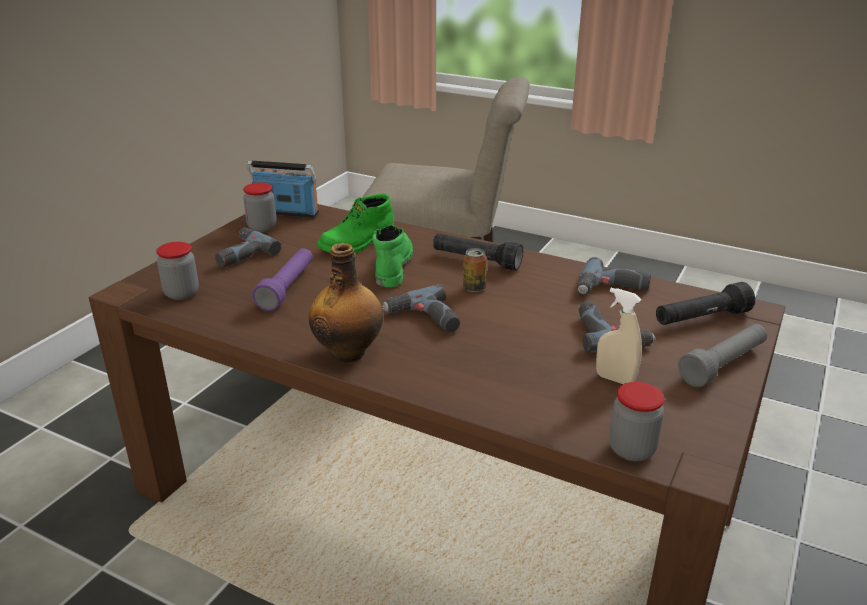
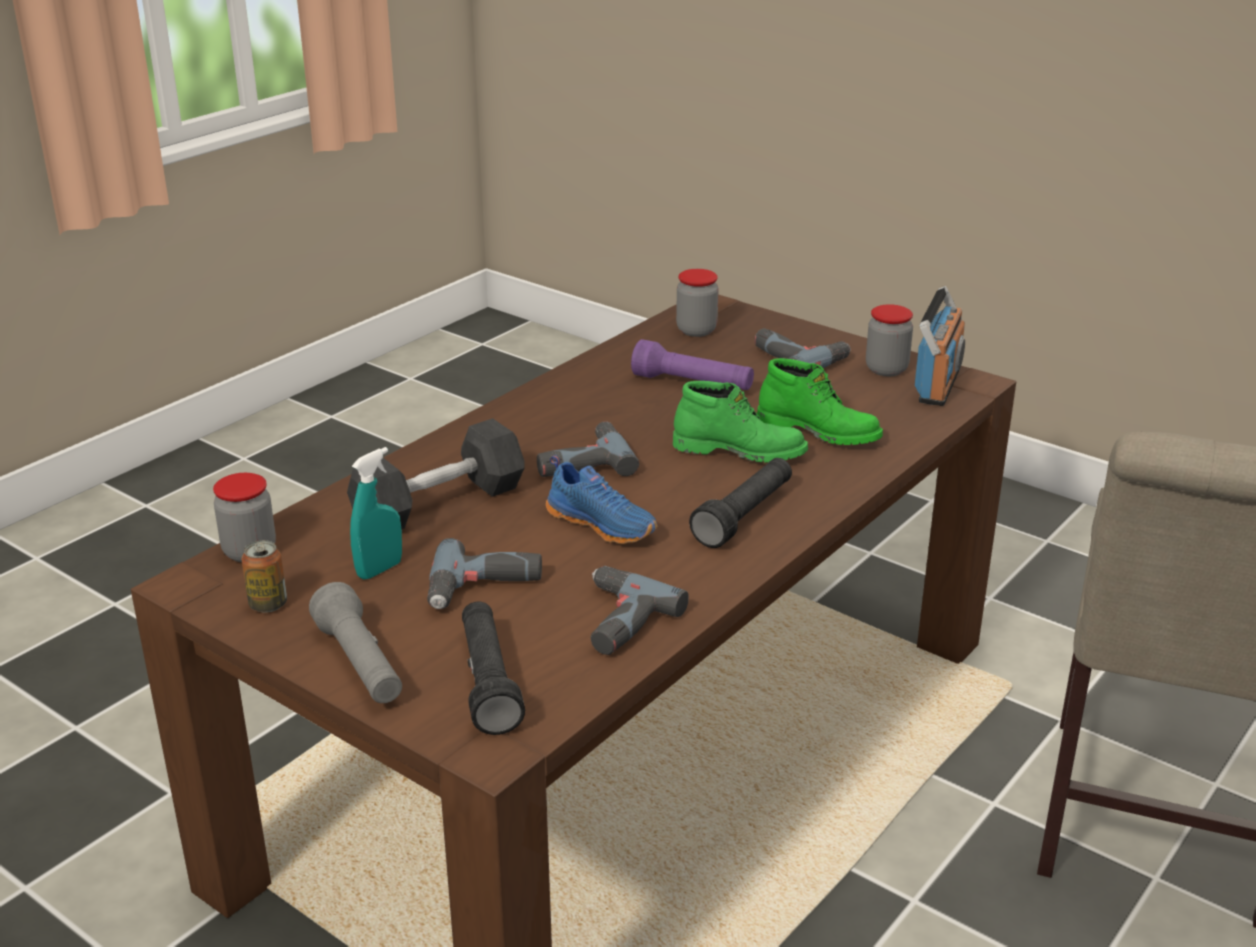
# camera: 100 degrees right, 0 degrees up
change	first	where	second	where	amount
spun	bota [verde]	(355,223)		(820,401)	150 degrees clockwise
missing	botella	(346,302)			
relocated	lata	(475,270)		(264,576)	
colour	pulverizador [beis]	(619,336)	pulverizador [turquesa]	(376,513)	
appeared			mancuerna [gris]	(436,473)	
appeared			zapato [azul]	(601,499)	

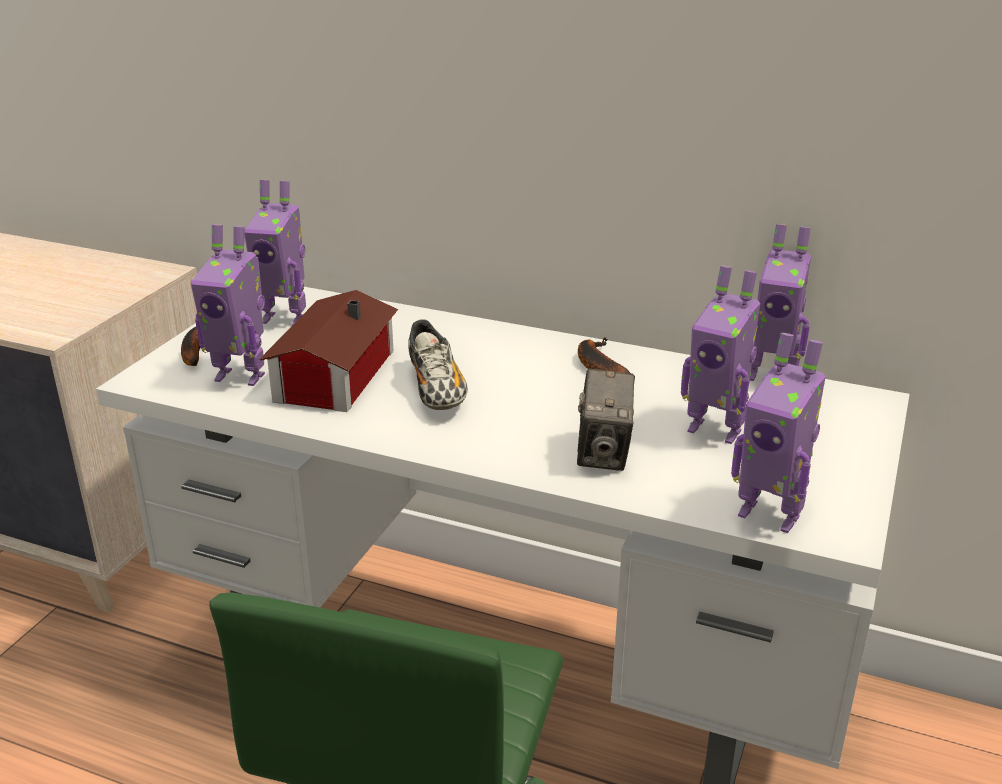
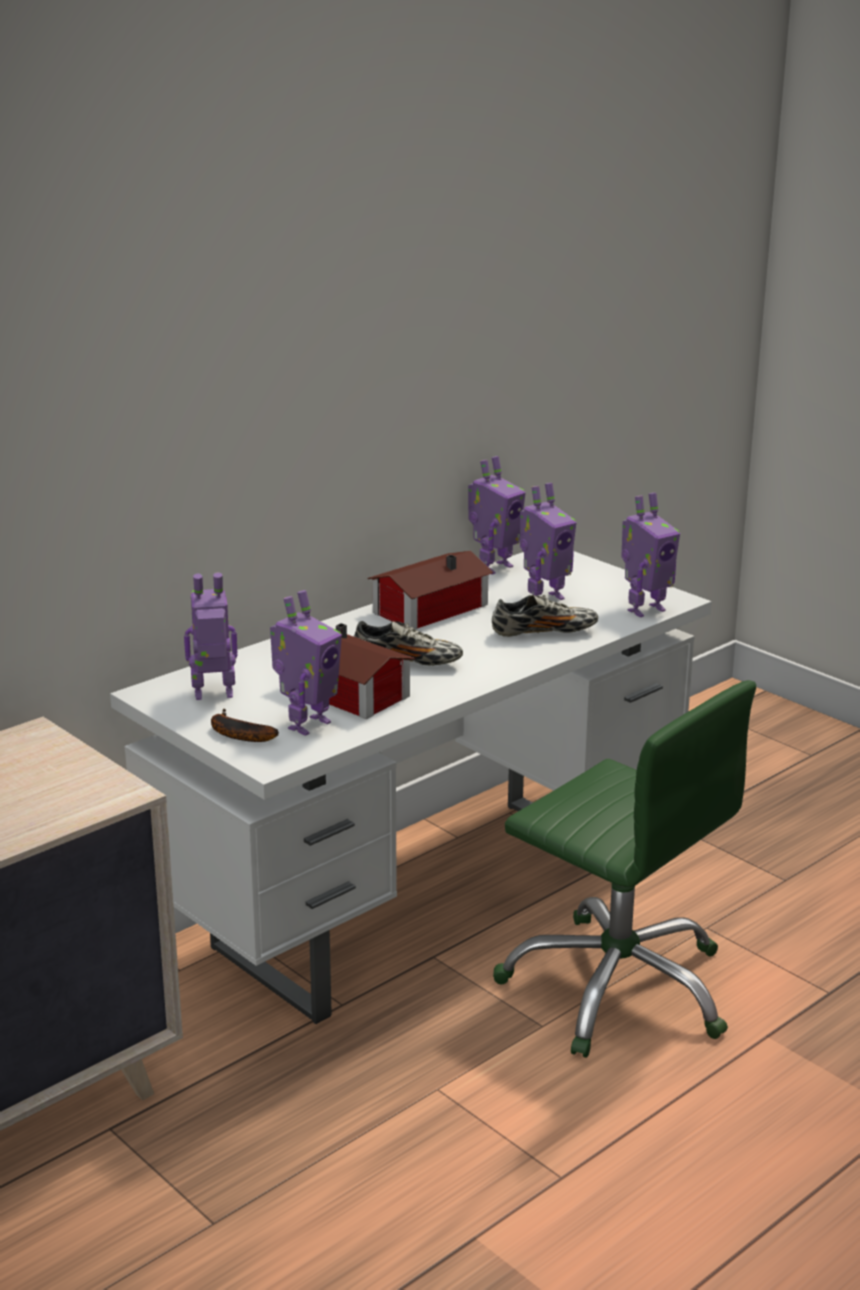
# camera: 65 degrees left, 5 degrees down
change	first	where	second	where	amount
spun	robot de juguete	(275,252)		(210,636)	135 degrees counterclockwise
exchanged	plátano	(604,355)	casita	(430,590)	
exchanged	cámara	(606,420)	zapato	(545,616)	

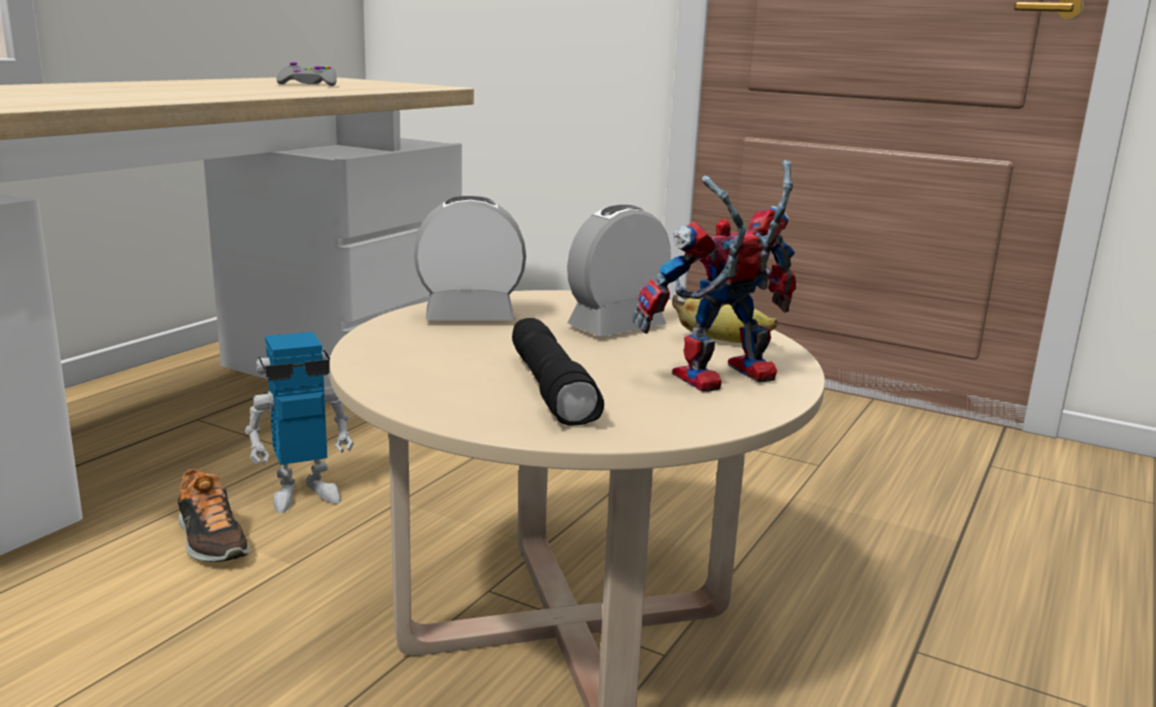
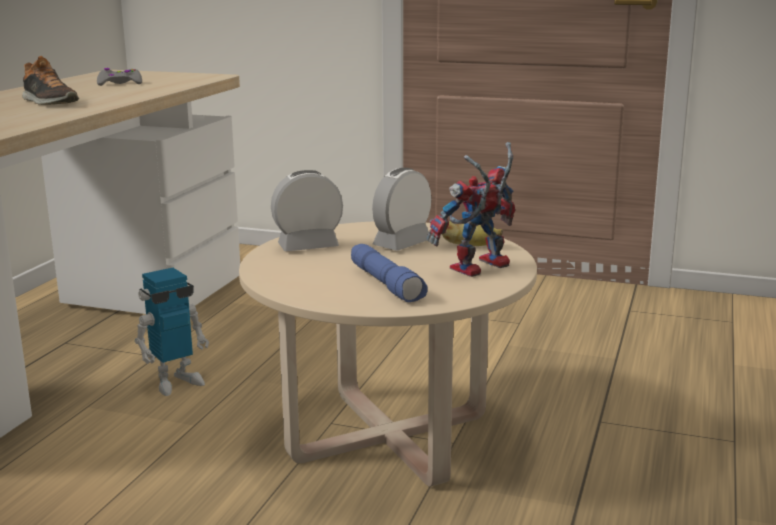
# camera: 10 degrees left, 0 degrees up
change	first	where	second	where	amount
colour	linterna [negro]	(558,372)	linterna [azul]	(389,273)	
relocated	zapato	(214,515)		(50,80)	

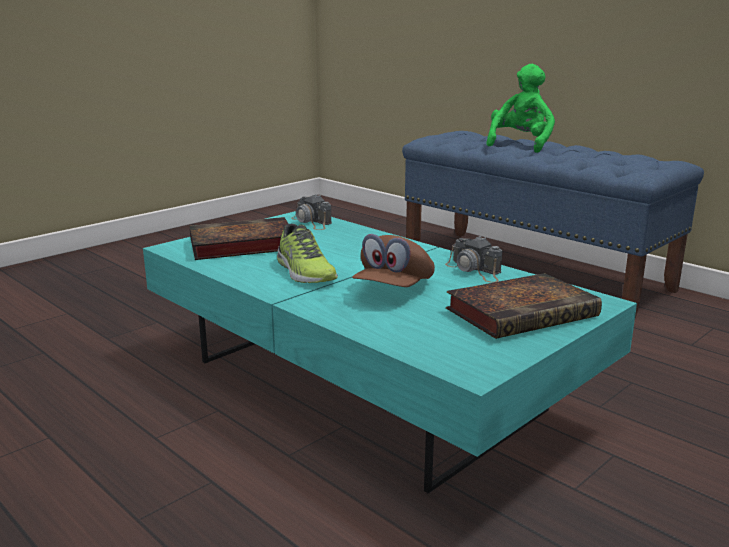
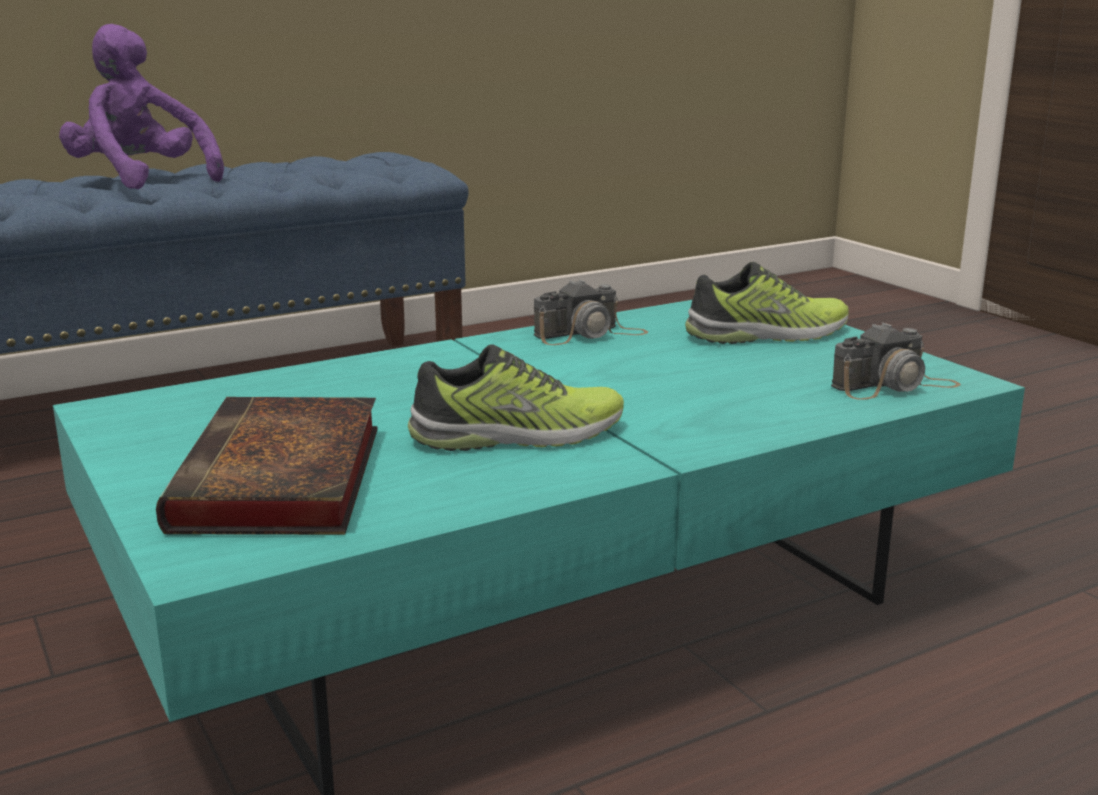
# camera: 75 degrees left, 0 degrees up
change	first	where	second	where	amount
colour	peluche [verde]	(520,108)	peluche [morado]	(141,106)	
relocated	cámara	(311,212)		(896,361)	
missing	gorra [marrón]	(393,260)			
exchanged	libro	(524,306)	zapato	(767,303)	

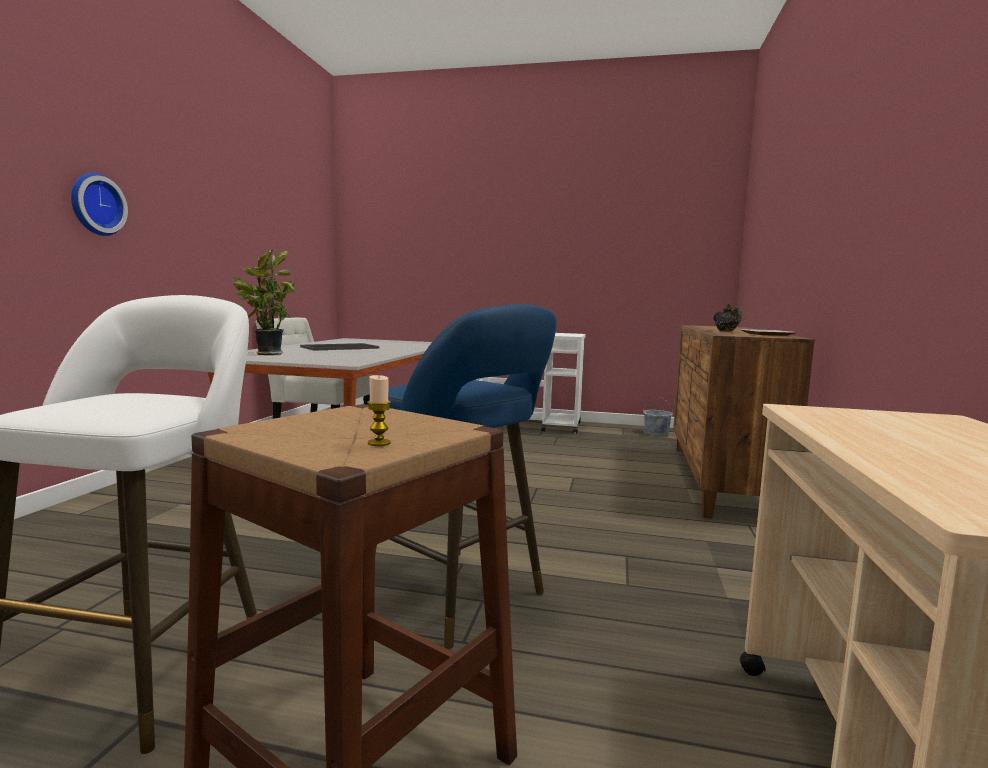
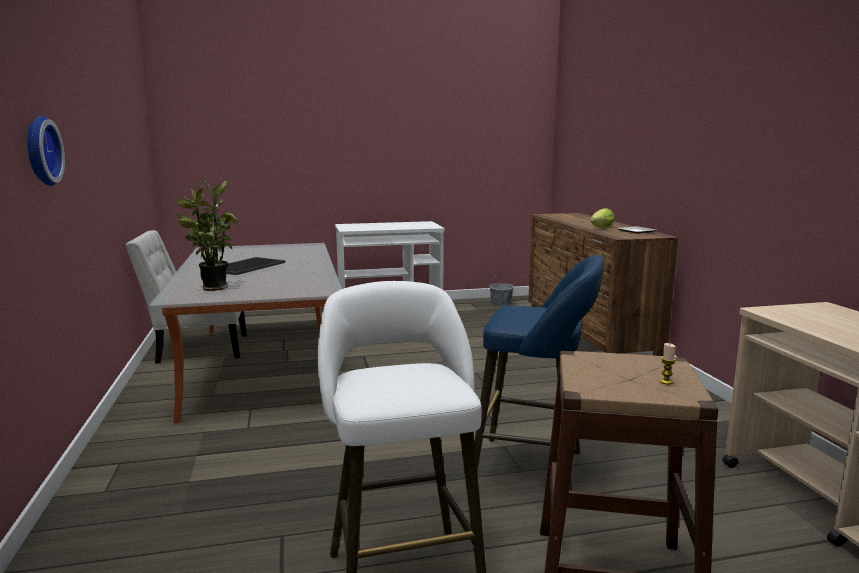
# camera: 25 degrees left, 5 degrees up
change	first	where	second	where	amount
exchanged	tetera [negro]	(727,317)	lechuga	(602,218)	

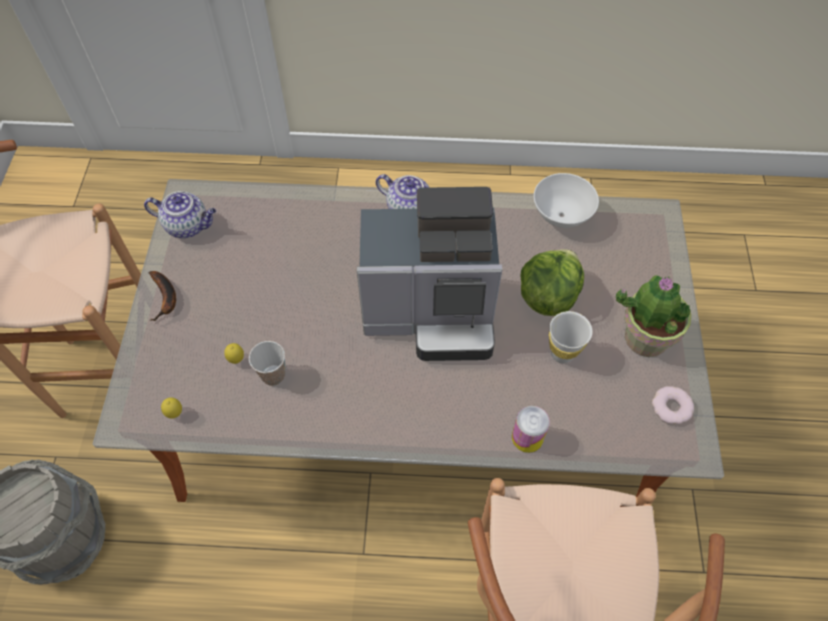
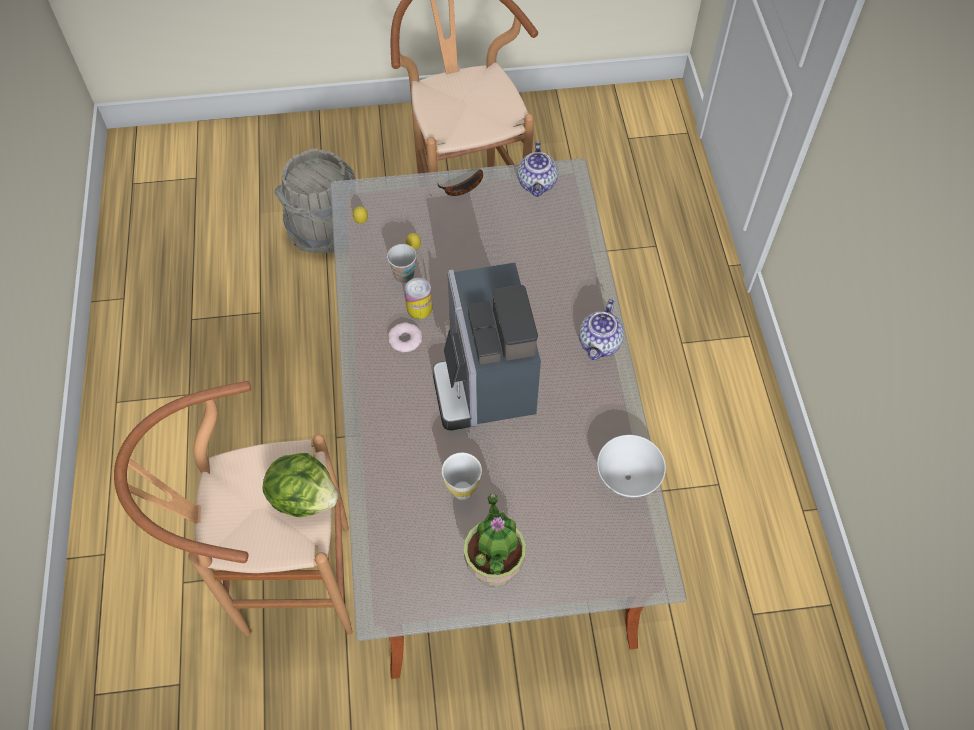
# camera: 80 degrees right, 0 degrees up
change	first	where	second	where	amount
relocated	lechuga	(552,282)		(300,485)	
relocated	rosquilla	(673,405)		(405,337)	
relocated	lata	(531,429)		(419,298)	

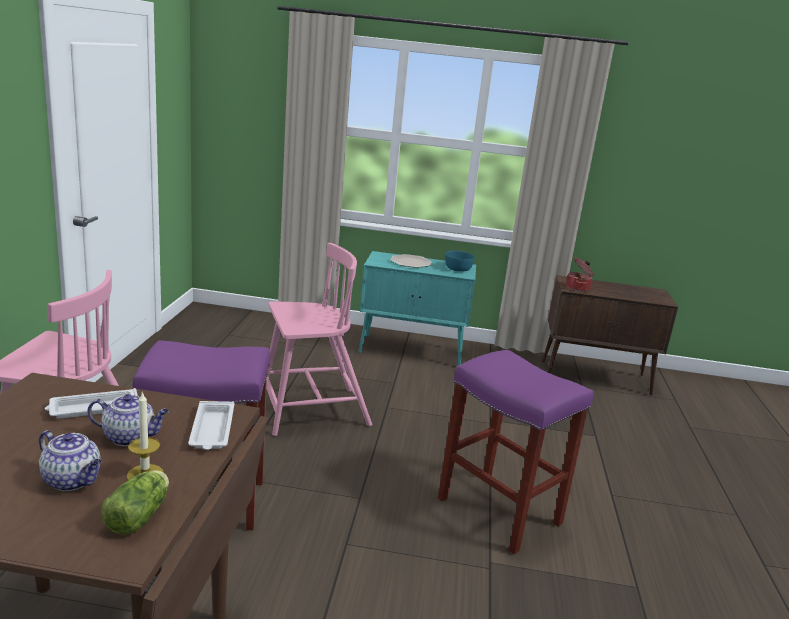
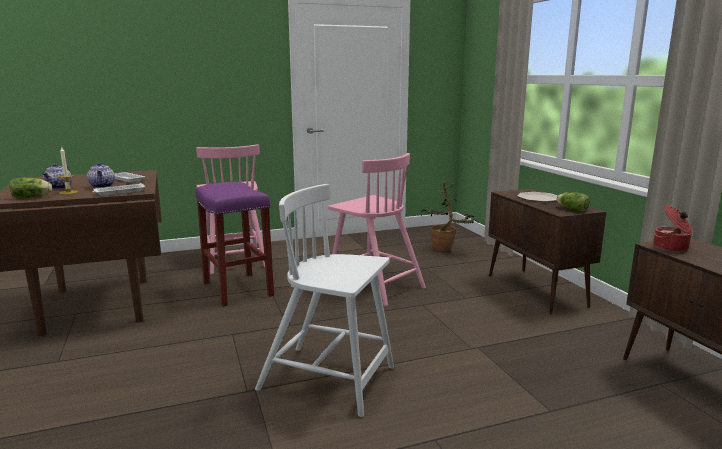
# camera: 65 degrees right, 5 degrees down
change	first	where	second	where	amount
colour	armario [turquesa]	(417,308)	armario [marrón]	(547,252)	
exchanged	cuenco [turquesa]	(460,261)	lechuga	(573,202)	
exchanged	taburete [morado]	(515,452)	silla [blanco]	(324,300)	
appeared			planta en maceta	(449,217)	

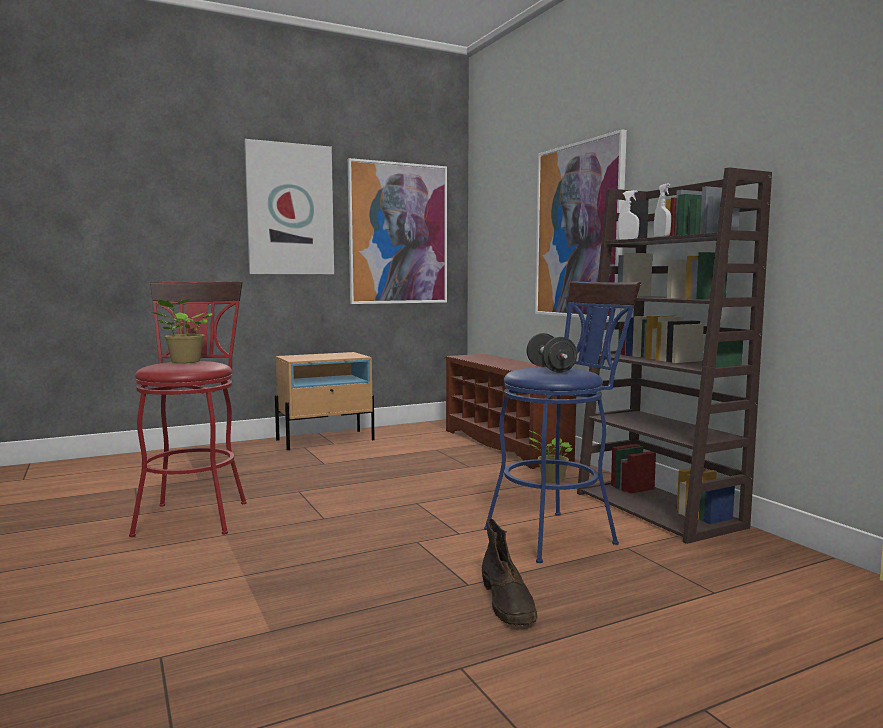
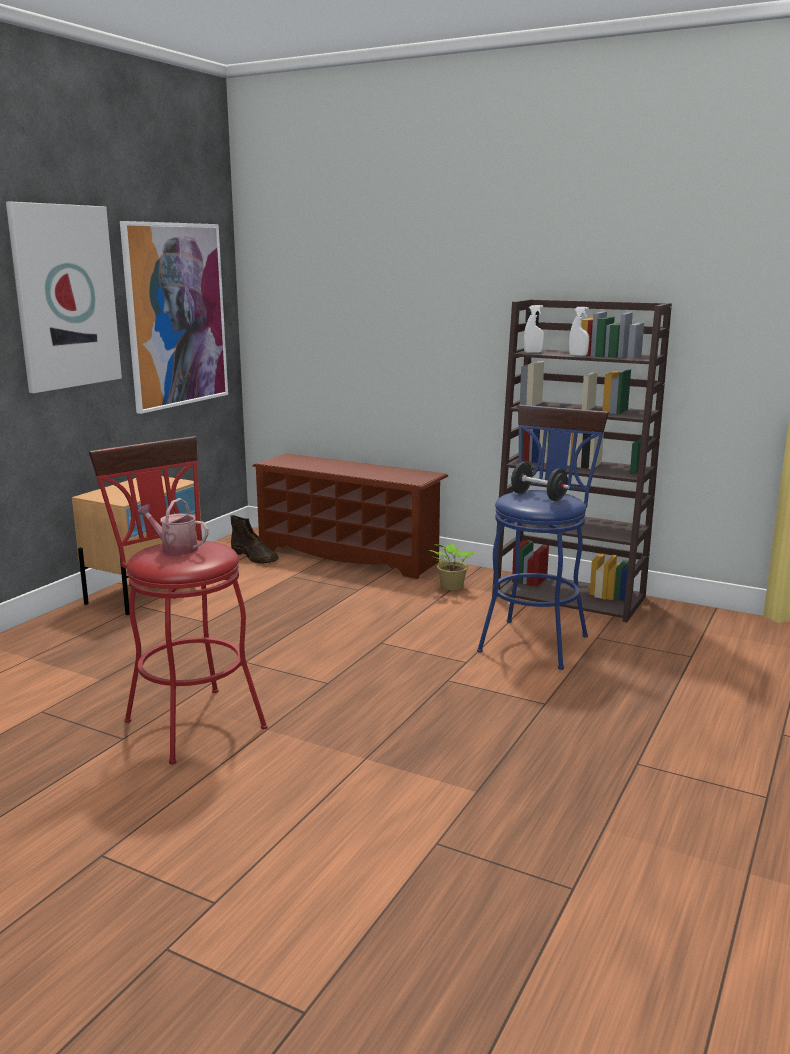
# camera: 35 degrees left, 10 degrees up
change	first	where	second	where	amount
missing	cuadro	(581,224)			
exchanged	planta en maceta	(182,331)	regadera	(172,526)	
relocated	bota [marrón]	(509,572)		(255,539)	

